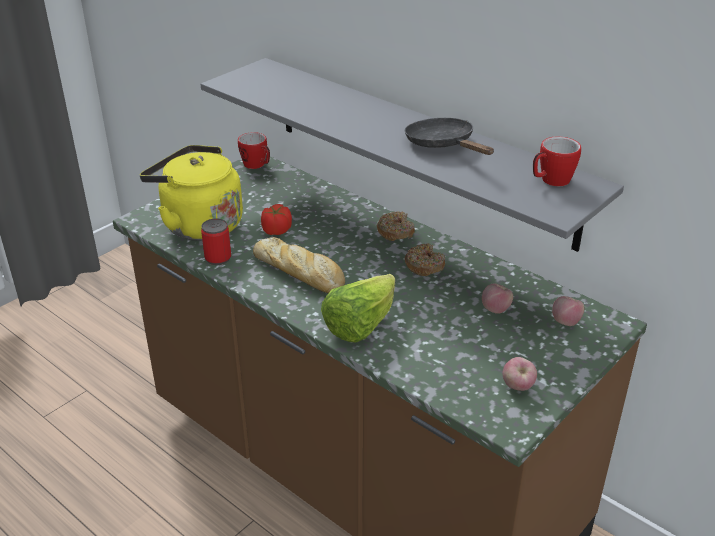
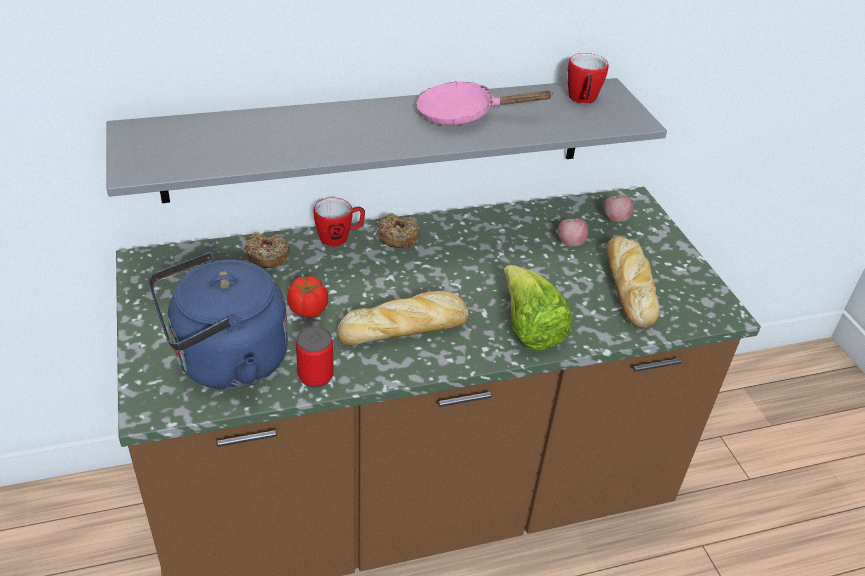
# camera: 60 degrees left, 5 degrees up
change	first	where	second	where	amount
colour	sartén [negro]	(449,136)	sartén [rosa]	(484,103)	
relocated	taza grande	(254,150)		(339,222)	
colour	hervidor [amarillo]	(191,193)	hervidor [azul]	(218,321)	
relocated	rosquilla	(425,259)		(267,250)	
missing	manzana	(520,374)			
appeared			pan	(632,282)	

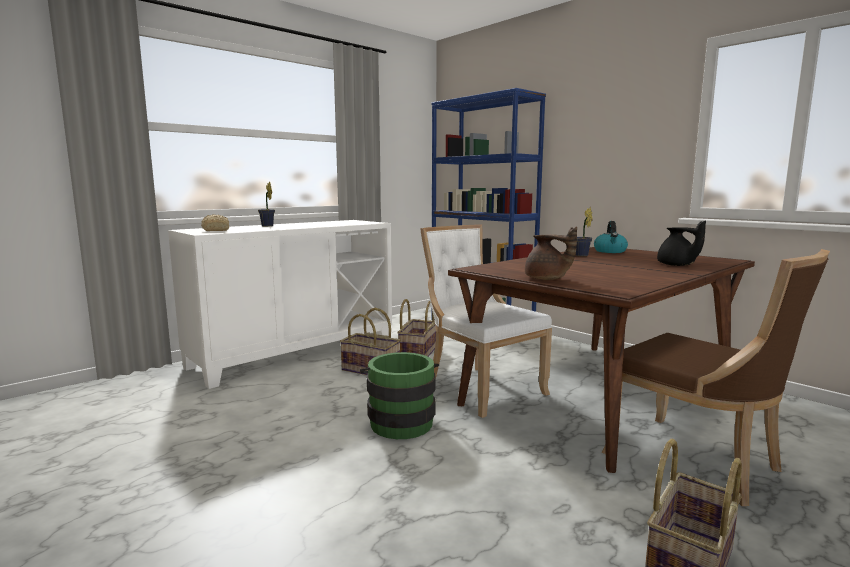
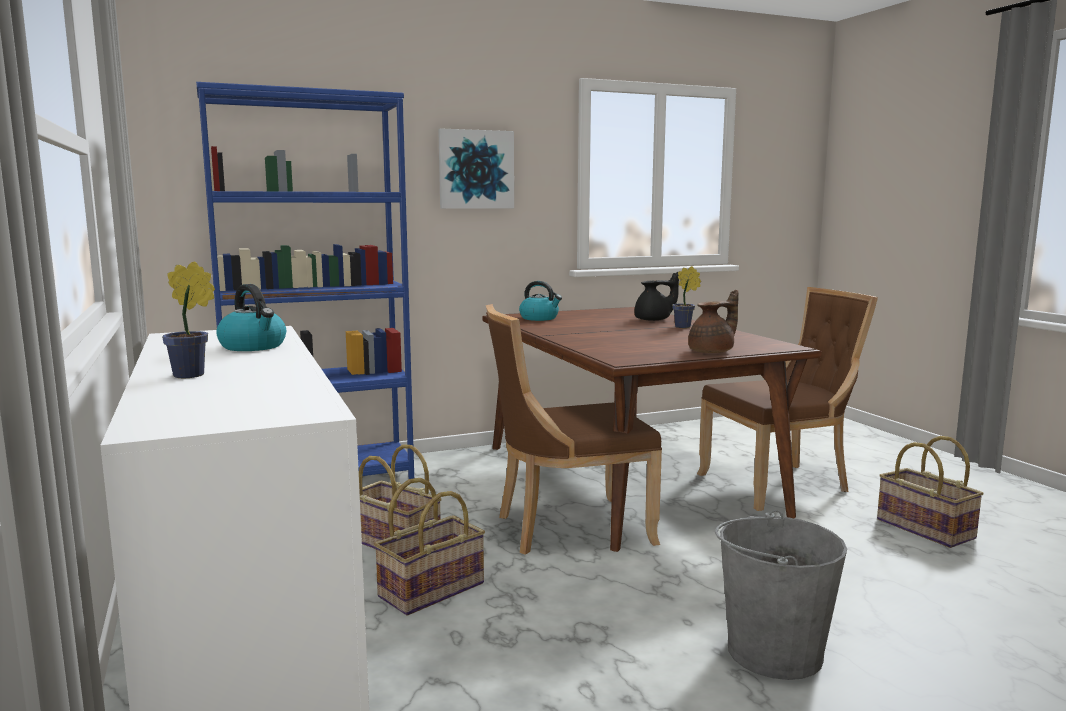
# camera: 70 degrees left, 0 degrees up
change	first	where	second	where	amount
relocated	planta en maceta	(584,231)		(686,297)	
missing	pan	(215,222)			
colour	silla [blanco]	(486,321)	silla [marrón]	(574,429)	
missing	cubo [verde]	(399,395)			
appeared			cuadro	(476,168)	
appeared			hervidor	(251,317)	
appeared			cubo [gris]	(781,595)	

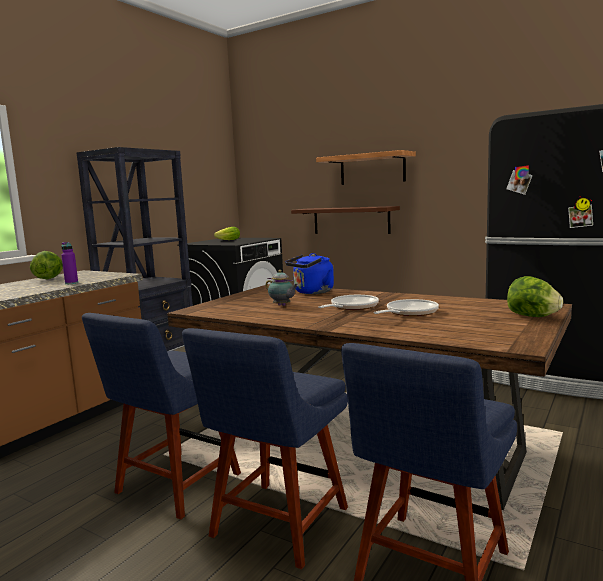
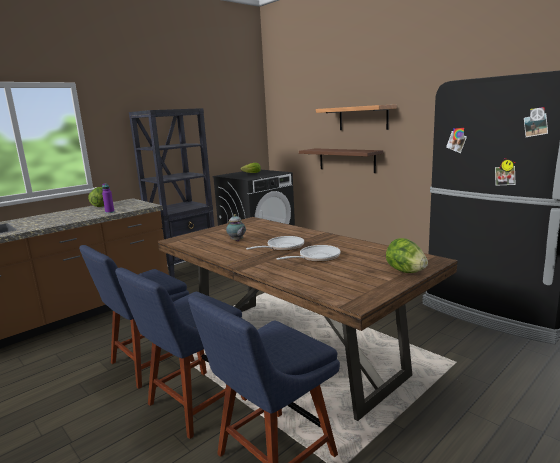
# camera: 15 degrees right, 5 degrees up
change	first	where	second	where	amount
missing	hervidor [azul]	(309,273)			

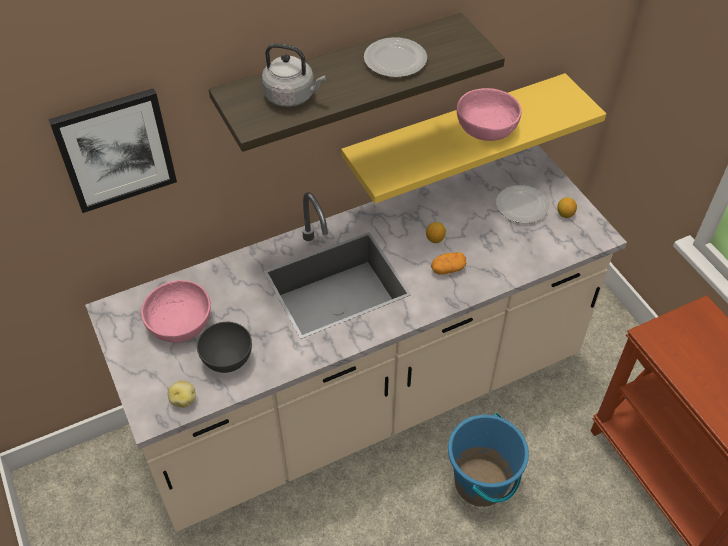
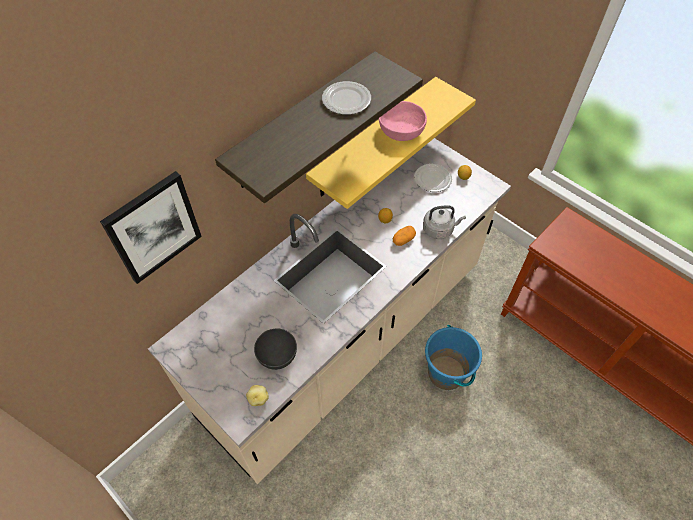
# camera: 20 degrees left, 5 degrees up
change	first	where	second	where	amount
relocated	hervidor [gris]	(294,75)		(444,222)	
missing	cuenco [rosa]	(176,311)			

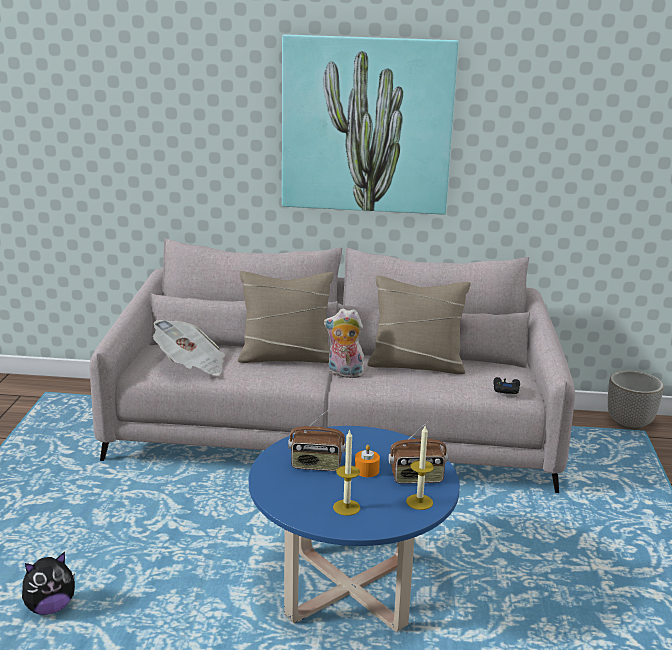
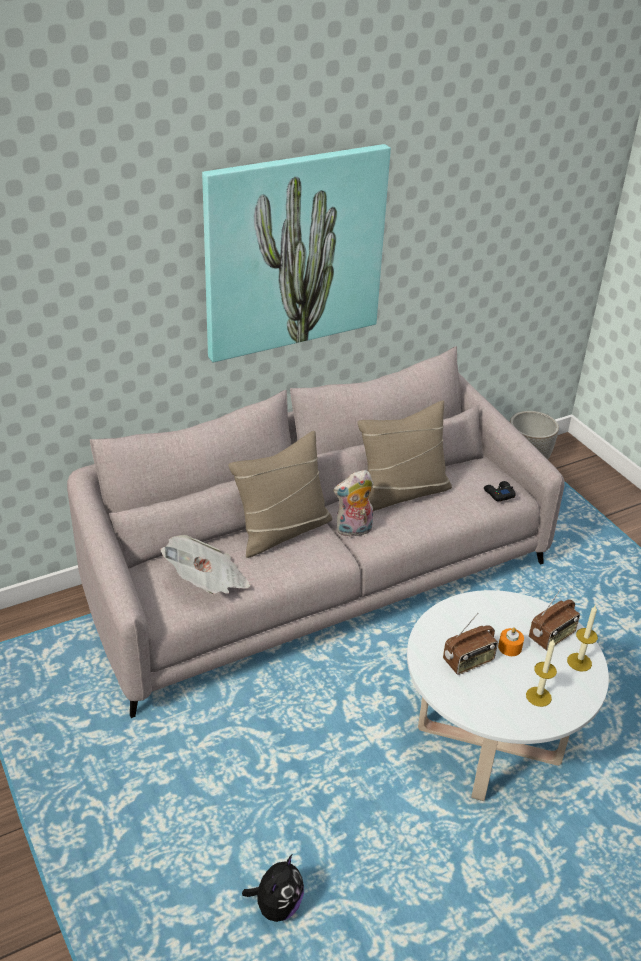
# camera: 35 degrees left, 15 degrees up
change	first	where	second	where	amount
colour	mesa de centro [azul]	(354,529)	mesa de centro [blanco]	(508,695)	

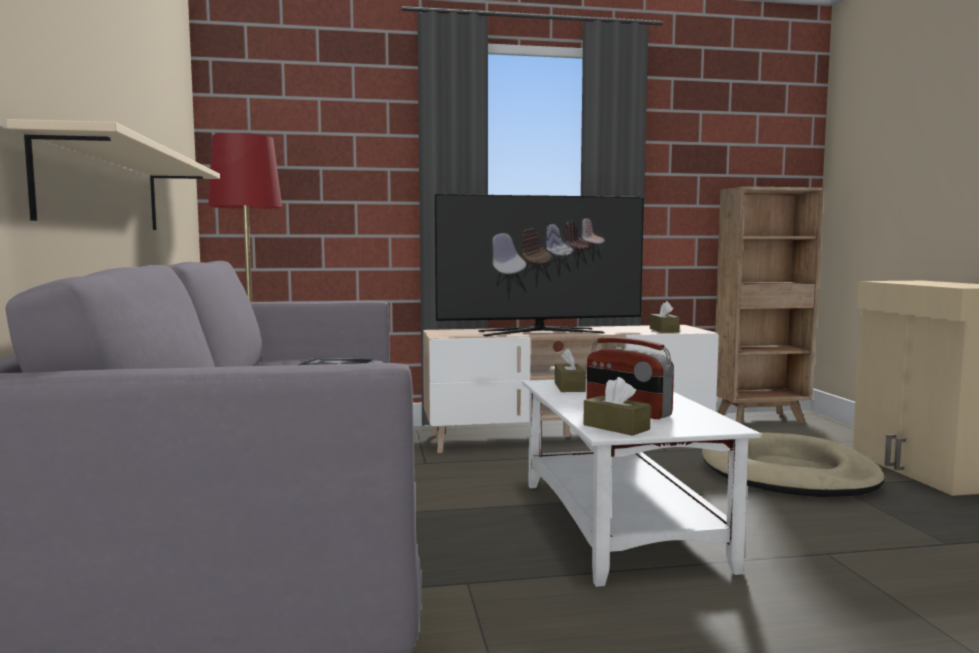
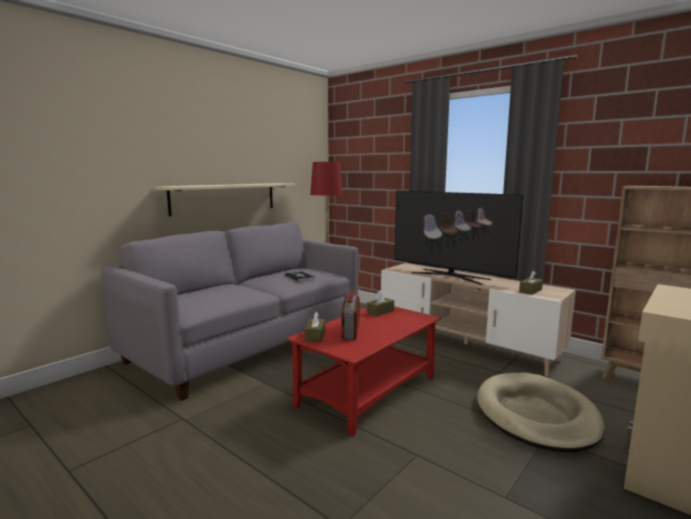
# camera: 50 degrees right, 5 degrees up
change	first	where	second	where	amount
colour	mesa de centro [blanco]	(641,483)	mesa de centro [rojo]	(363,371)	

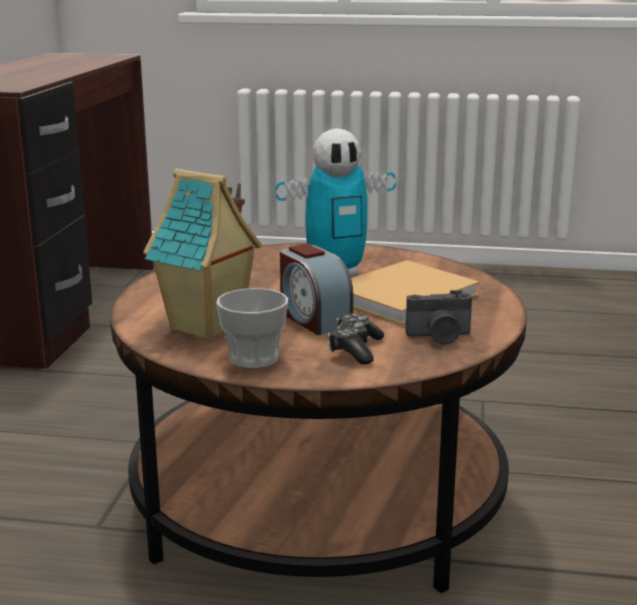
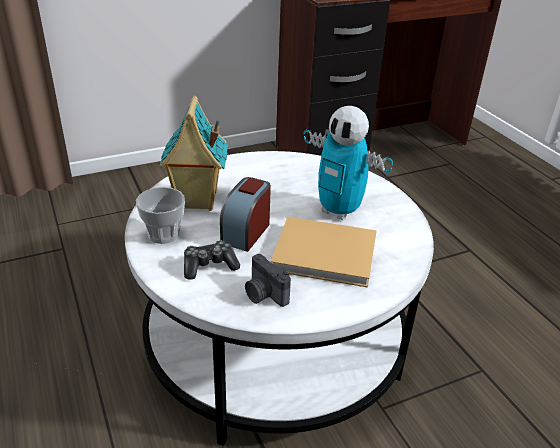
# camera: 55 degrees right, 15 degrees up
change	first	where	second	where	amount
colour	mesa de centro [marrón]	(318,418)	mesa de centro [blanco]	(279,298)	

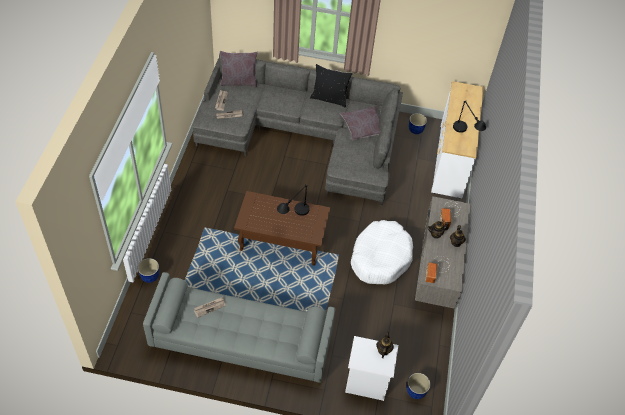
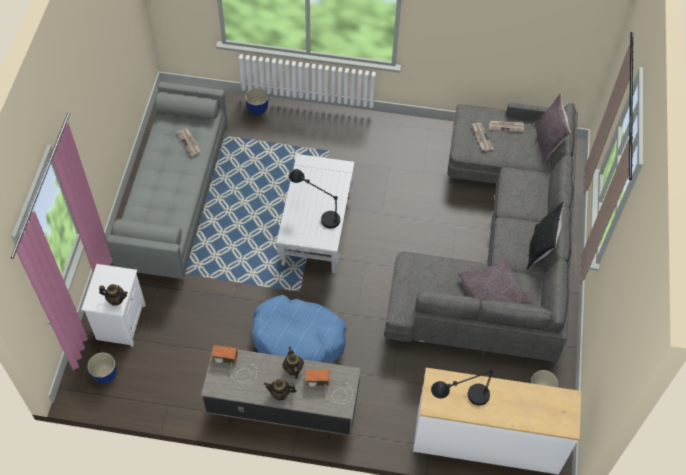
# camera: 90 degrees right, 5 degrees up
change	first	where	second	where	amount
colour	mesa de centro [marrón]	(282,228)	mesa de centro [blanco]	(315,213)	
colour	cama para perro [blanco]	(382,252)	cama para perro [azul]	(299,329)	

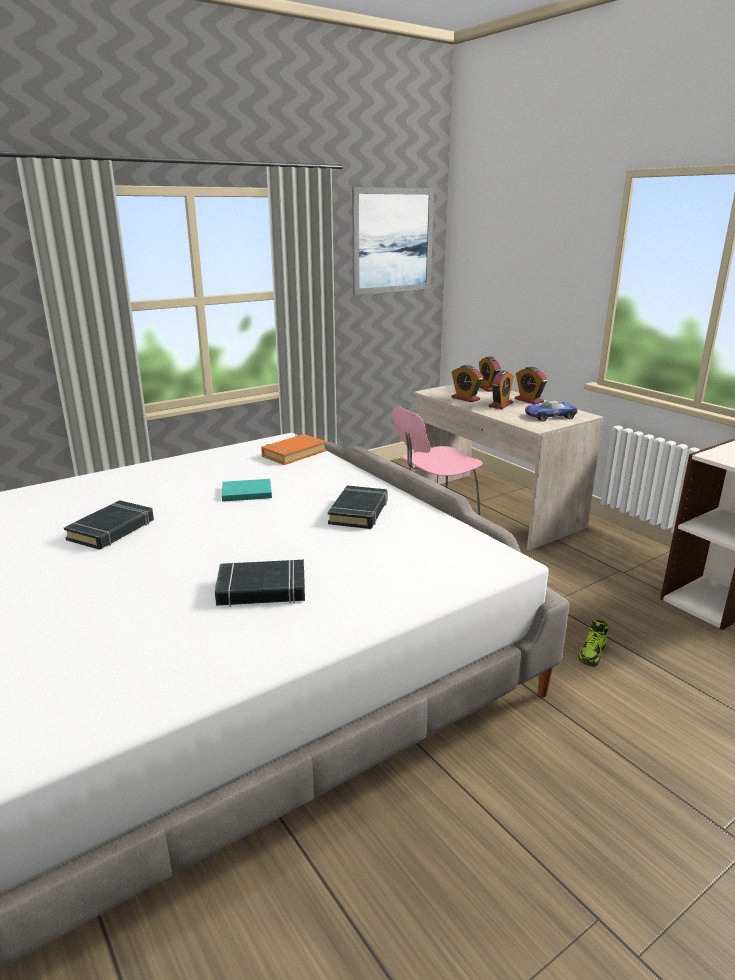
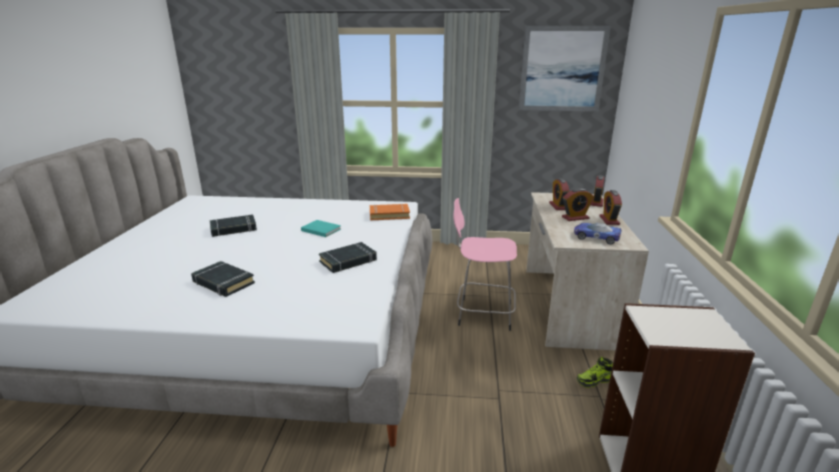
# camera: 40 degrees right, 0 degrees up
change	first	where	second	where	amount
relocated	zapato	(593,643)		(594,372)	

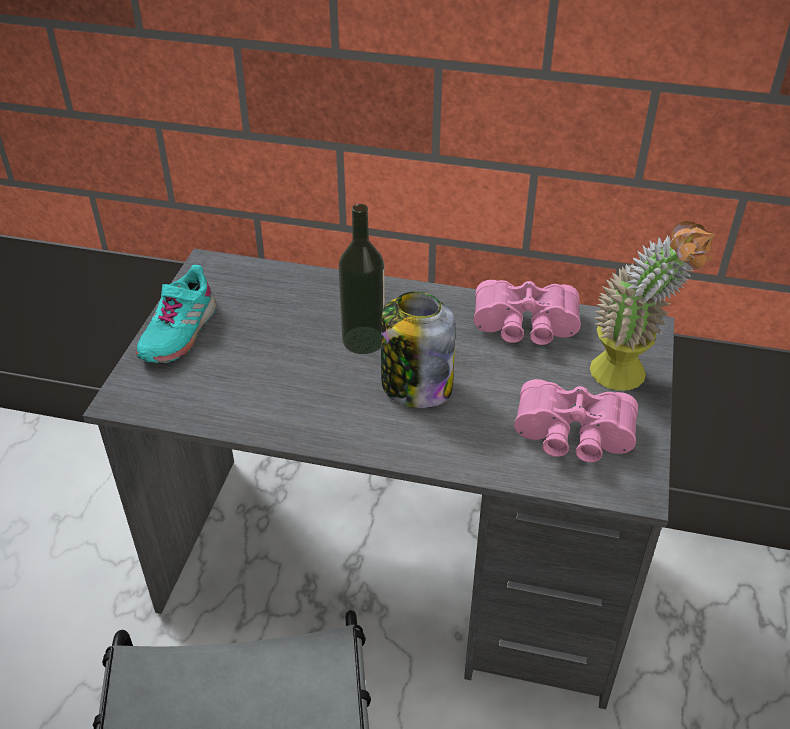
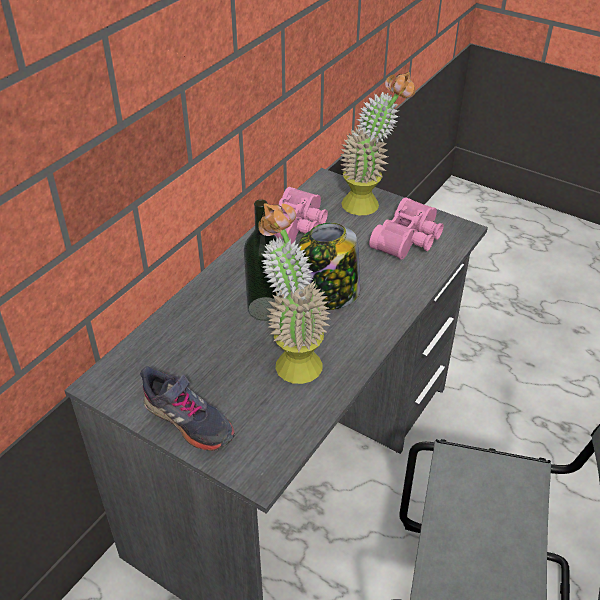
# camera: 70 degrees left, 0 degrees up
change	first	where	second	where	amount
colour	zapato [turquesa]	(176,314)	zapato [gris]	(187,408)	
appeared			planta en maceta	(294,293)	

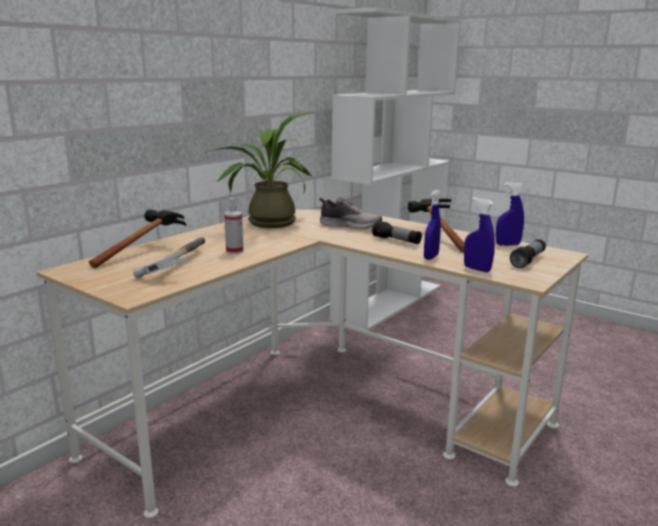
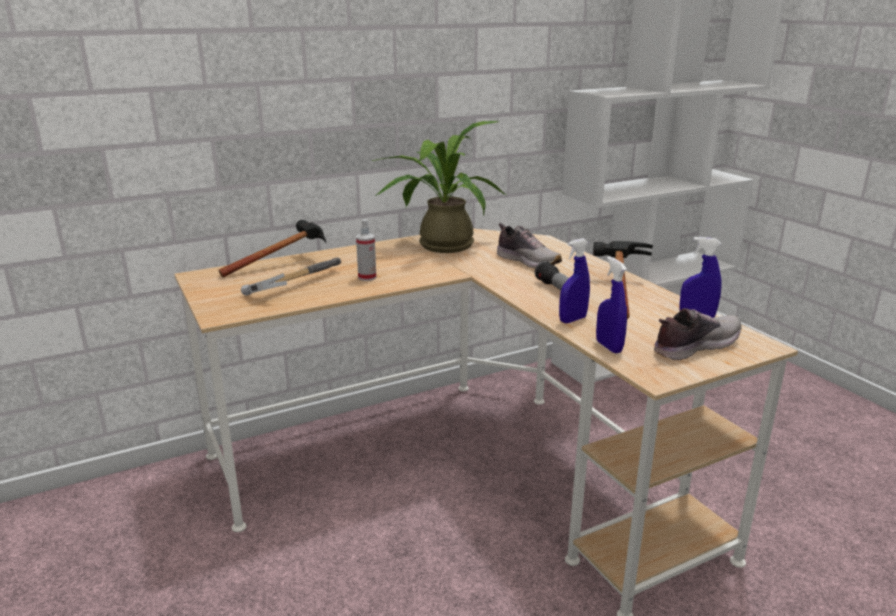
# camera: 25 degrees right, 5 degrees up
change	first	where	second	where	amount
exchanged	linterna	(528,253)	zapato	(697,334)	

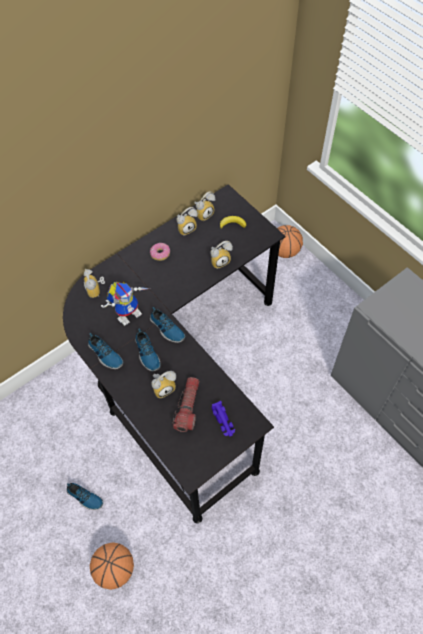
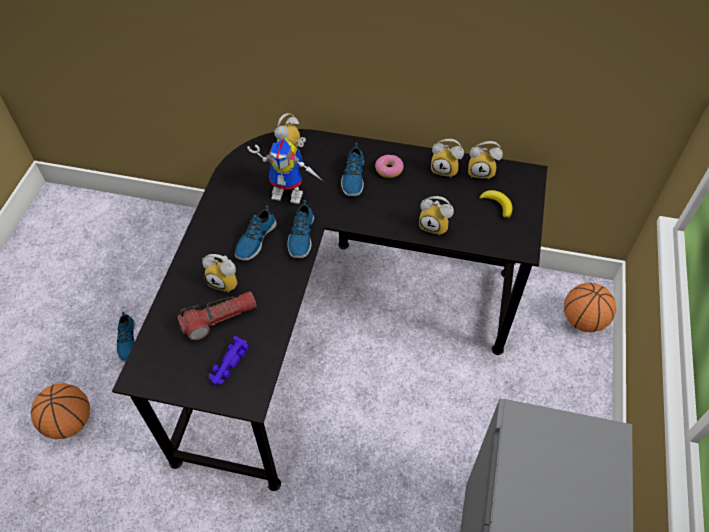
# camera: 50 degrees right, 5 degrees down
change	first	where	second	where	amount
relocated	zapato	(106,351)		(352,169)	

